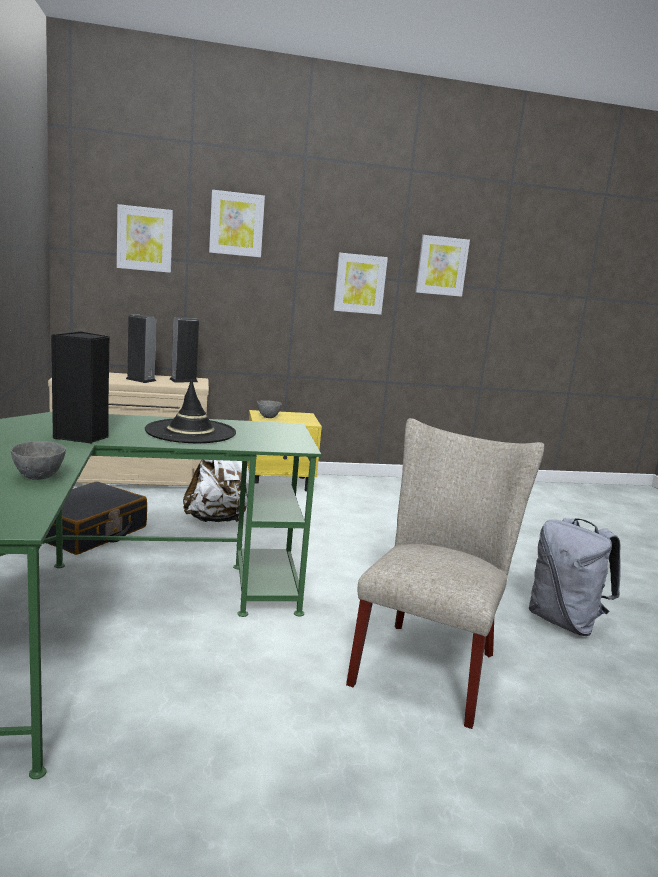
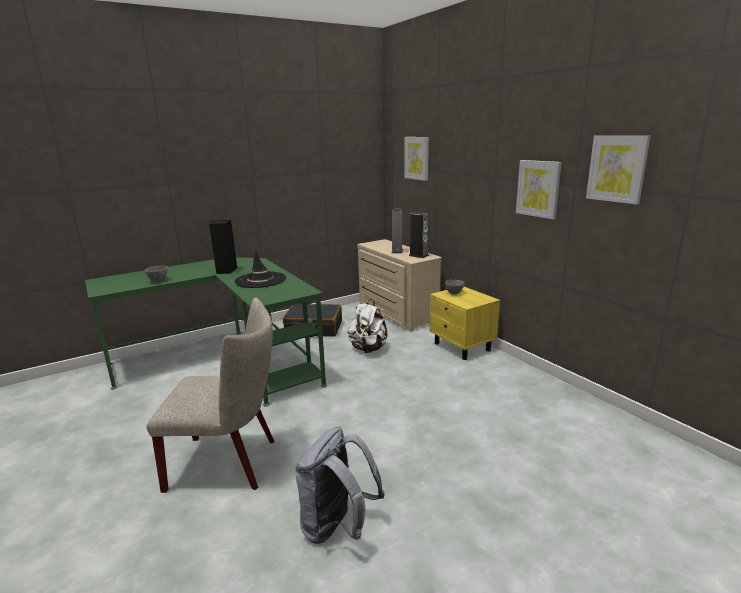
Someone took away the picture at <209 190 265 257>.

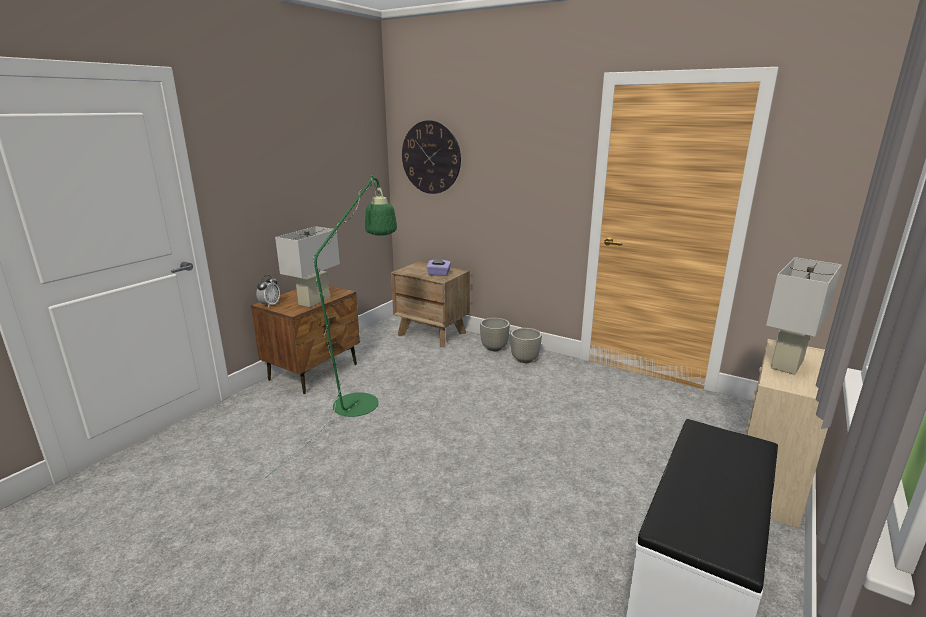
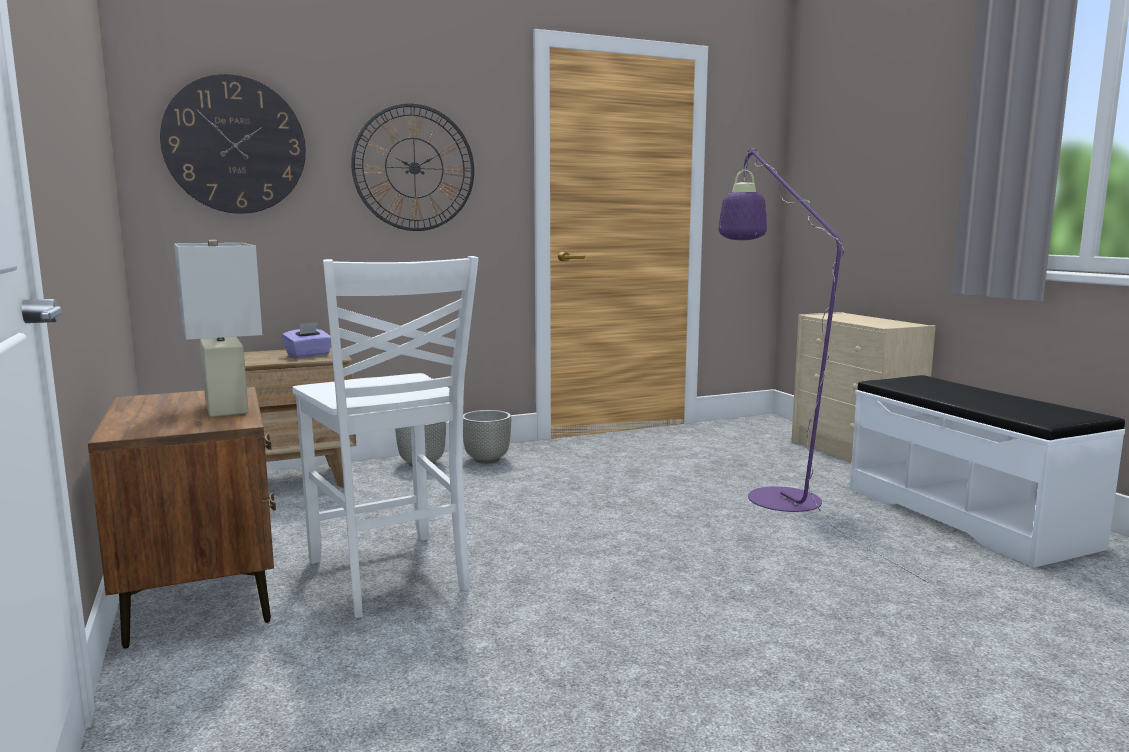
Someone took away the alarm_clock at <256 275 280 308>.
Someone swapped the green_floor_lamp at <264 175 397 479> for the white_chair at <292 256 479 618>.
Someone took away the white_table_lamp at <766 257 842 375>.
Someone put up the wall_clock at <351 103 474 231>.
Someone put down the purple_floor_lamp at <718 148 929 583>.

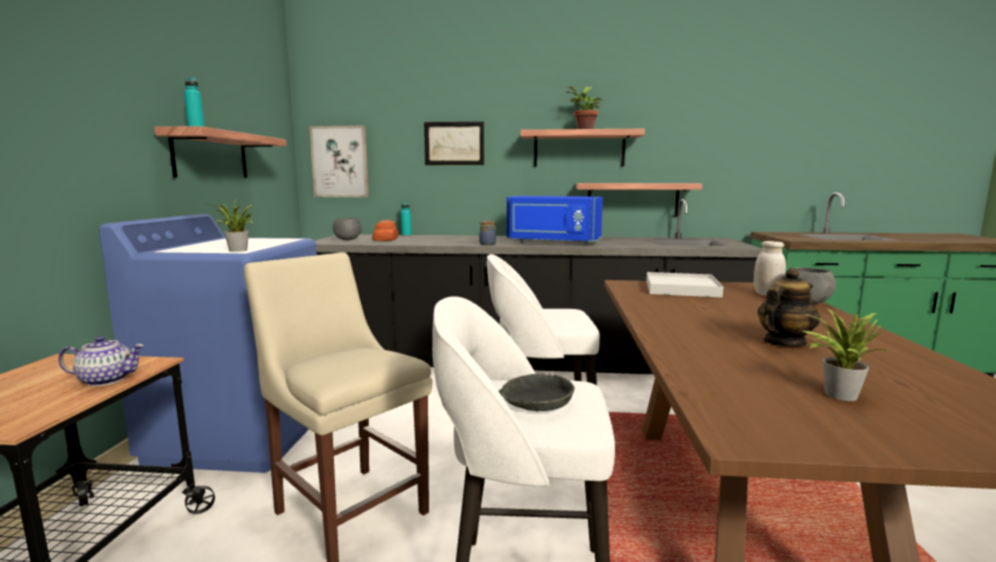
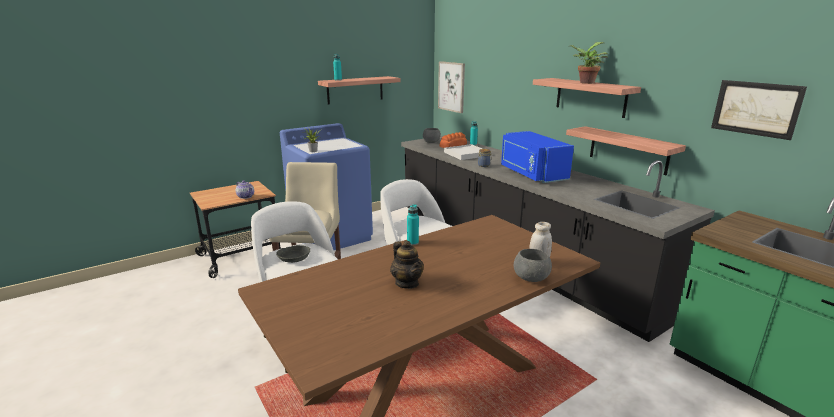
Someone carried the picture from <424 122 484 165> to <711 80 807 140>.
Someone carried the white_tray from <646 272 723 298> to <444 144 482 160>.
Someone rotated the teapot at <758 268 820 347> by 45 degrees clockwise.
Someone took away the potted_plant at <801 308 892 401>.
Someone put down the turquoise_bottle at <407 204 419 245>.

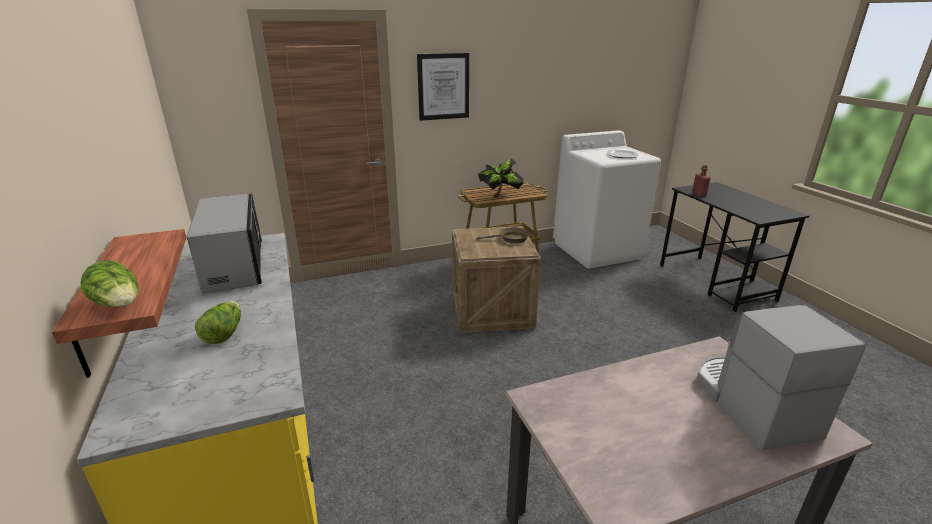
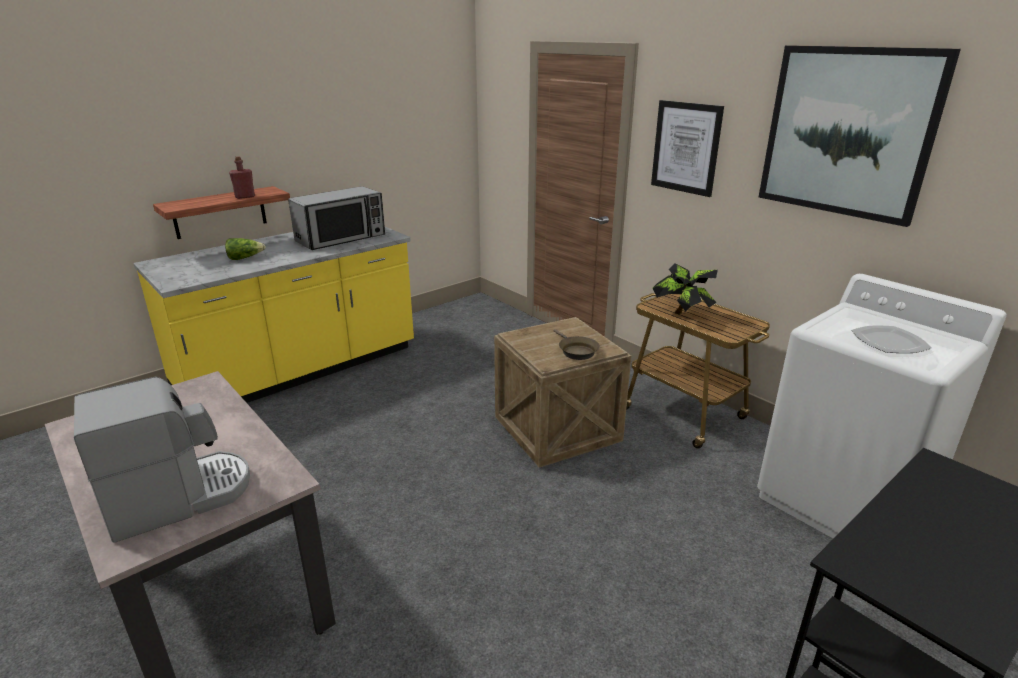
Someone took away the lettuce at <80 260 138 307>.
Someone carried the red_bottle from <692 165 711 197> to <229 156 255 199>.
Someone put up the picture at <759 45 961 227>.

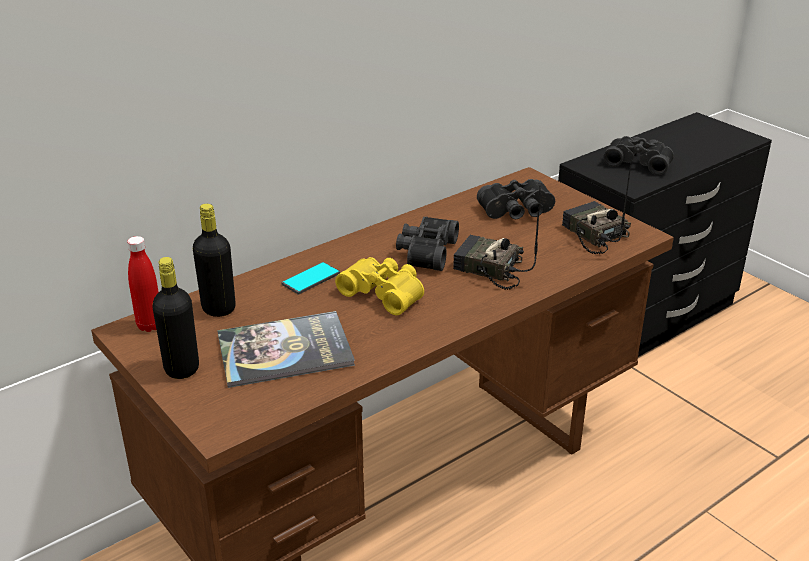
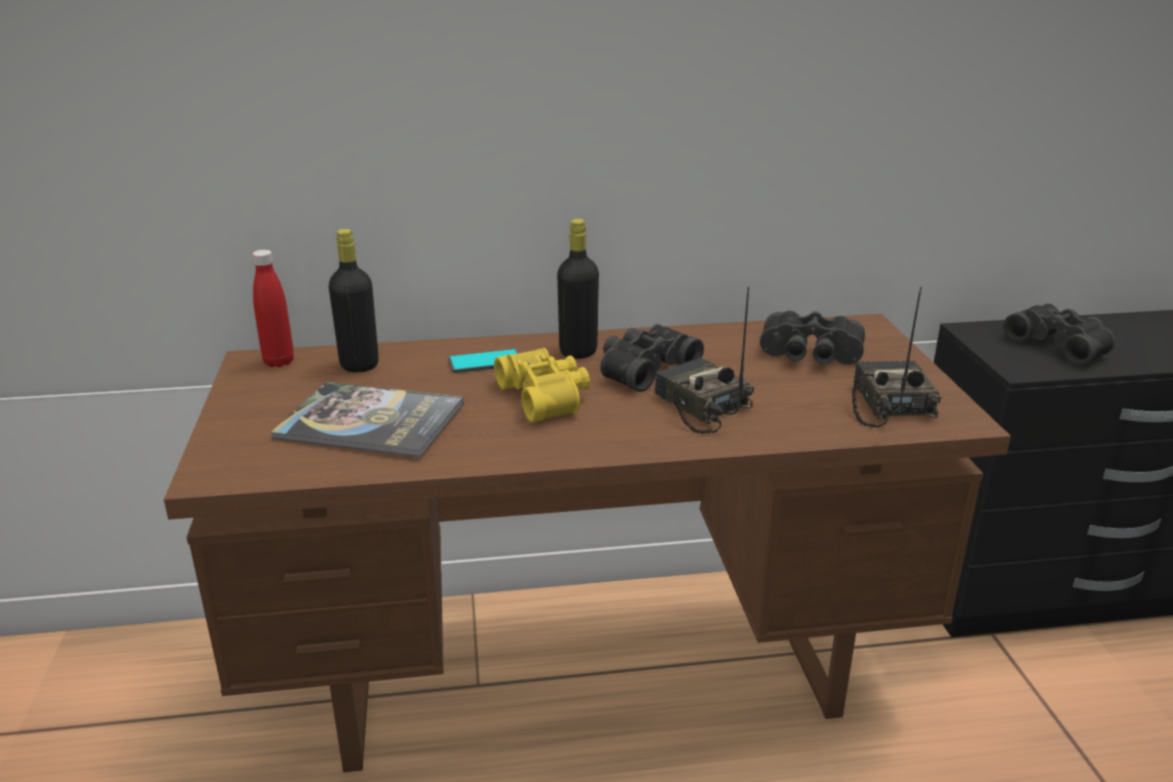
Someone carried the black_bottle from <152 257 199 379> to <557 219 599 359>.

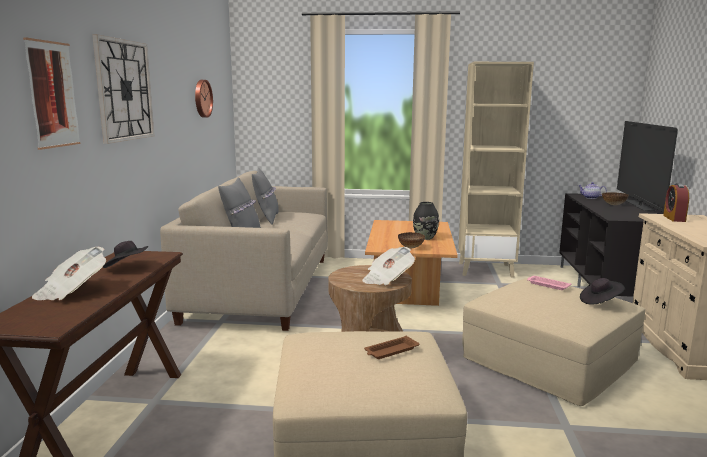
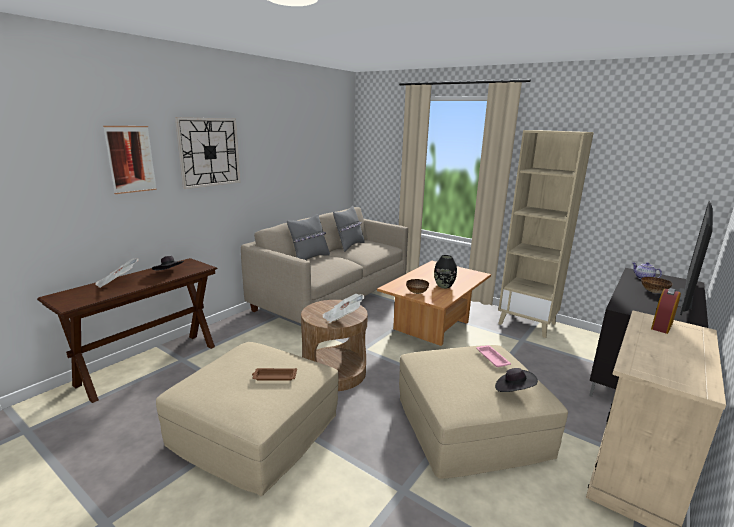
Someone took away the wall_clock at <195 80 213 118>.

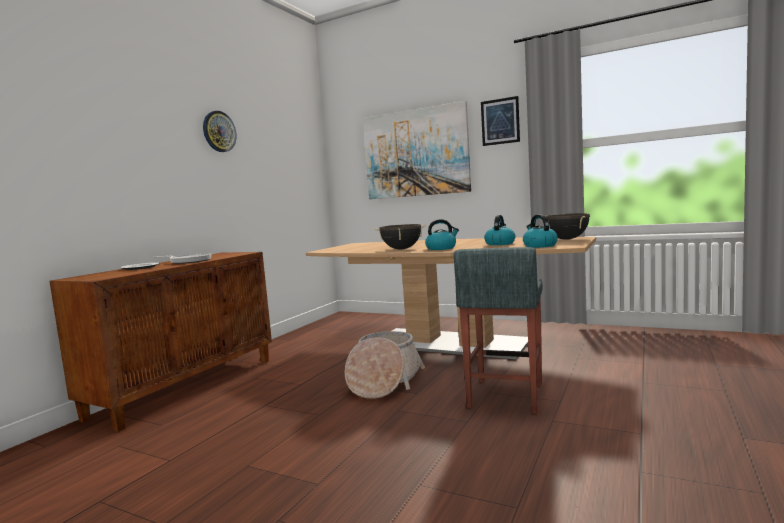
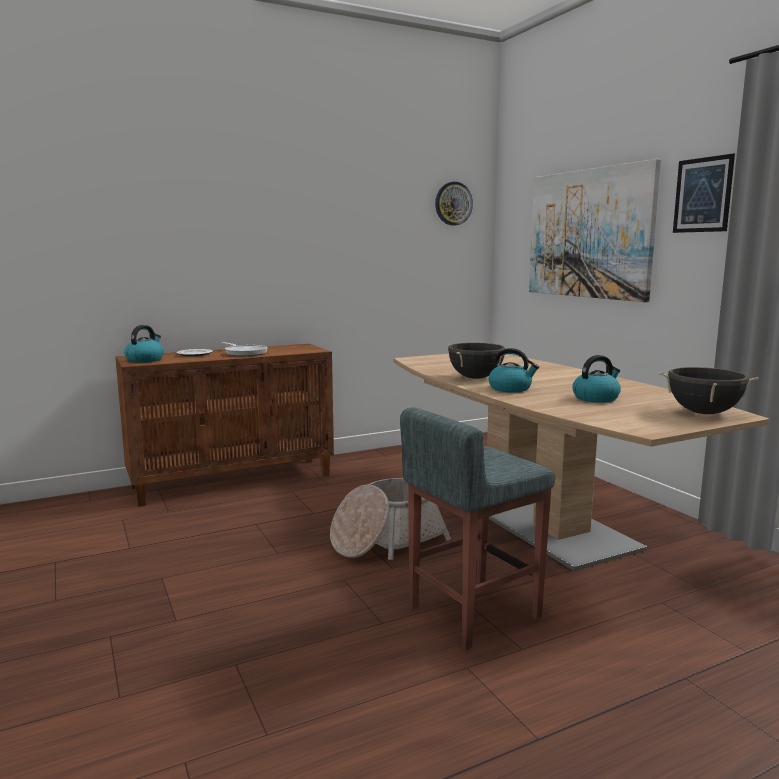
Someone carried the wall_clock from <203 111 237 152> to <435 182 473 226>.
Someone carried the kettle from <523 214 558 248> to <124 325 164 363>.

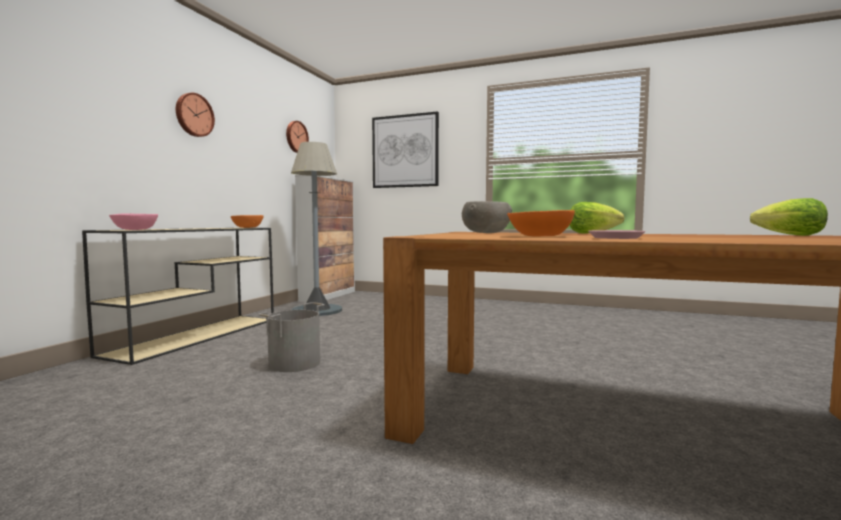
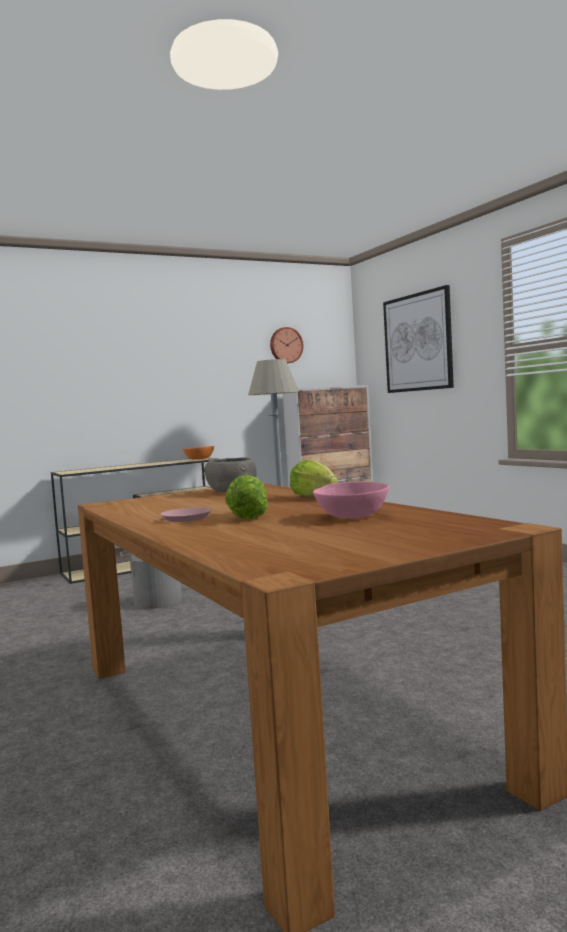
Someone carried the pink_bowl from <109 213 158 230> to <313 482 389 518>.
Someone took away the wall_clock at <176 93 215 137>.
Someone took away the orange_bowl at <507 210 575 237>.
Someone carried the lettuce from <750 198 828 236> to <225 475 268 519>.

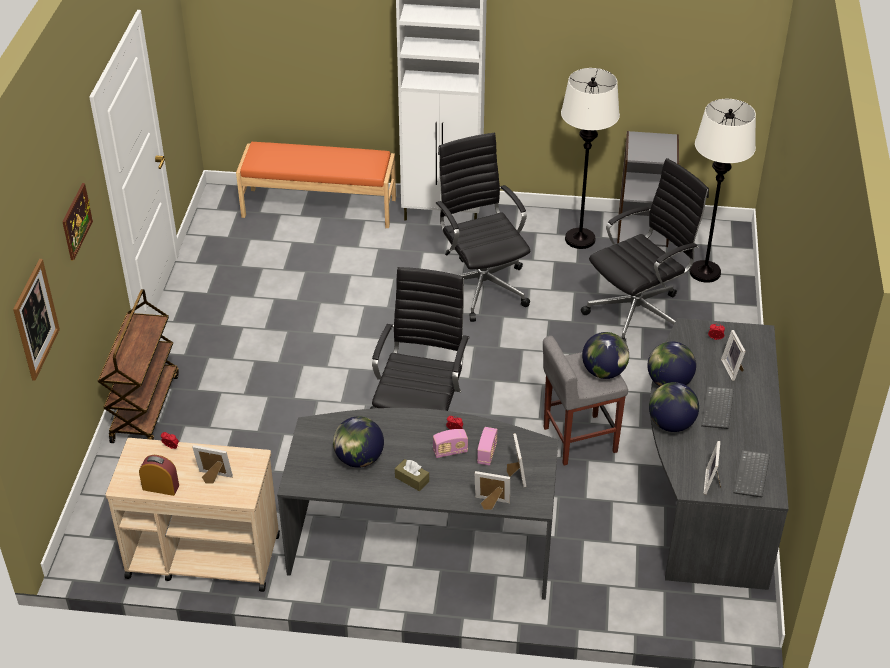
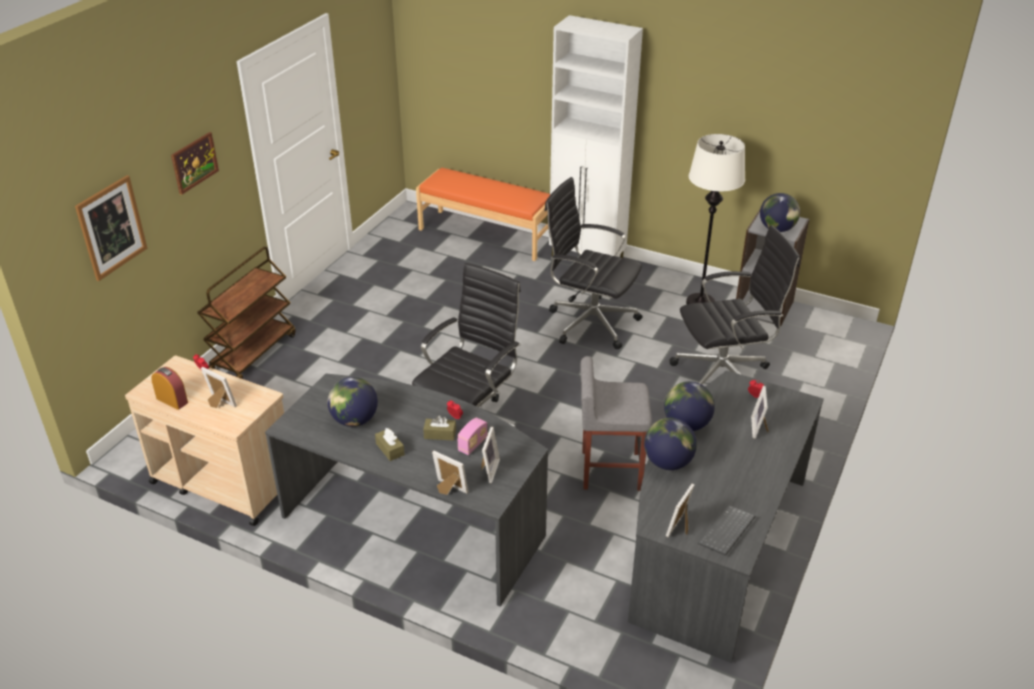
Someone swapped the radio at <433 429 468 458> for the brown_tissue_box at <423 416 456 441>.
Someone rotated the black_office_chair at <436 133 530 322> by 60 degrees counterclockwise.
Someone carried the globe from <582 332 629 379> to <760 193 800 232>.
Someone took away the white_floor_lamp at <689 99 756 283>.
Someone took away the keyboard at <701 386 734 429>.

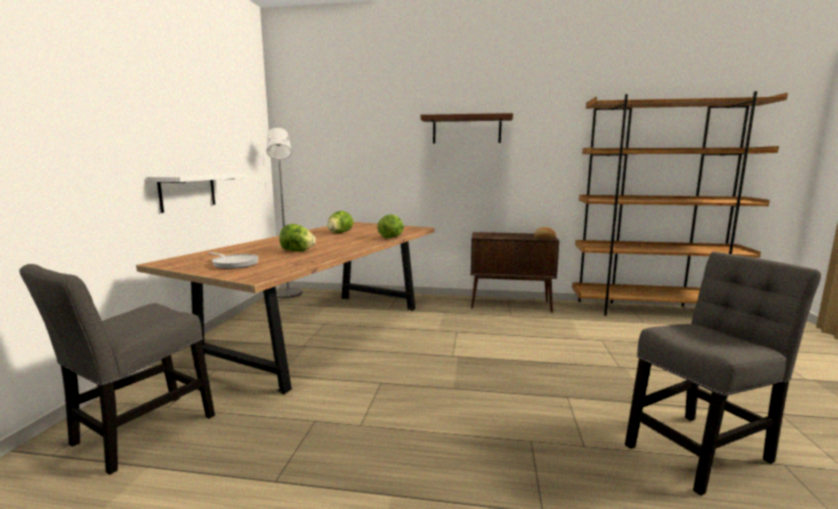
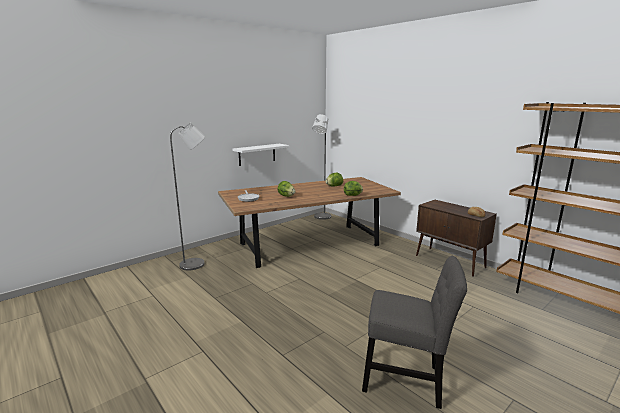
Someone swapped the grey_chair at <20 264 215 475> for the grey_floor_lamp at <170 123 205 270>.
Someone took away the brown_shelf at <421 113 513 143>.

